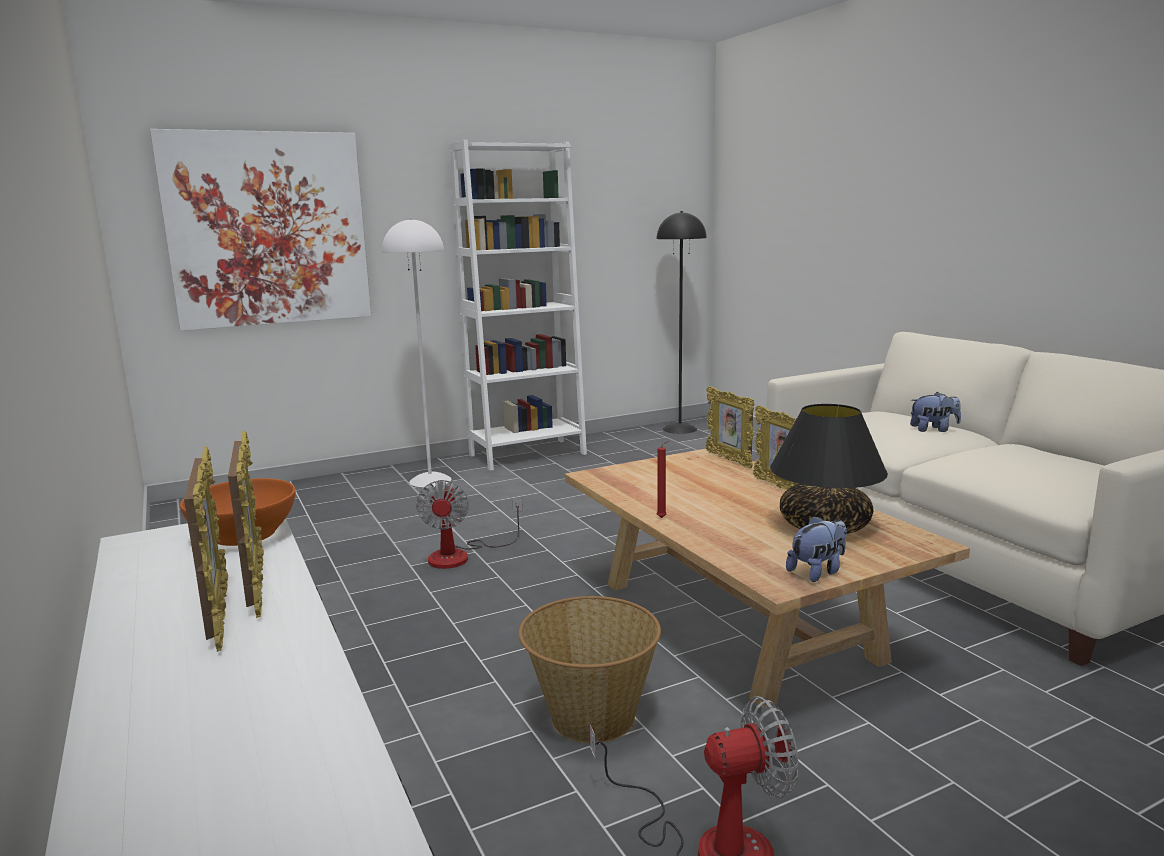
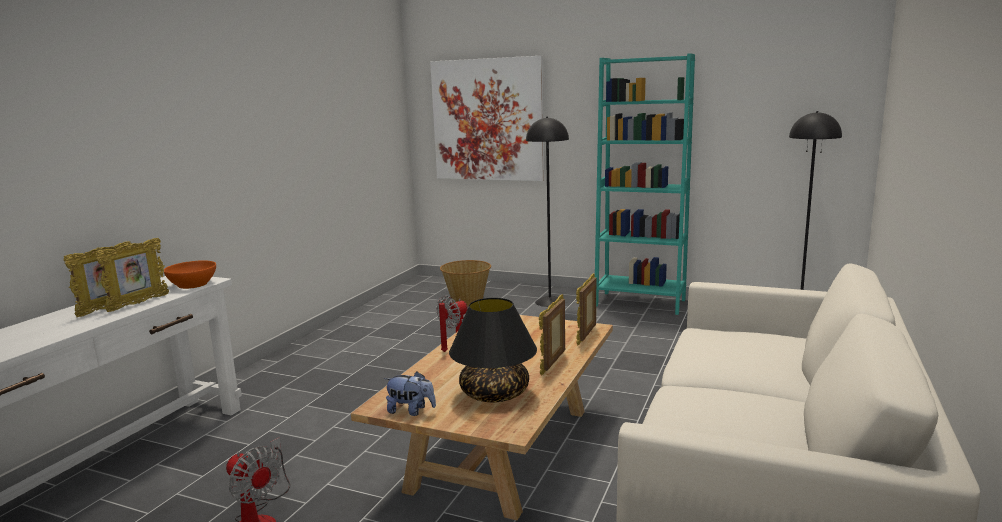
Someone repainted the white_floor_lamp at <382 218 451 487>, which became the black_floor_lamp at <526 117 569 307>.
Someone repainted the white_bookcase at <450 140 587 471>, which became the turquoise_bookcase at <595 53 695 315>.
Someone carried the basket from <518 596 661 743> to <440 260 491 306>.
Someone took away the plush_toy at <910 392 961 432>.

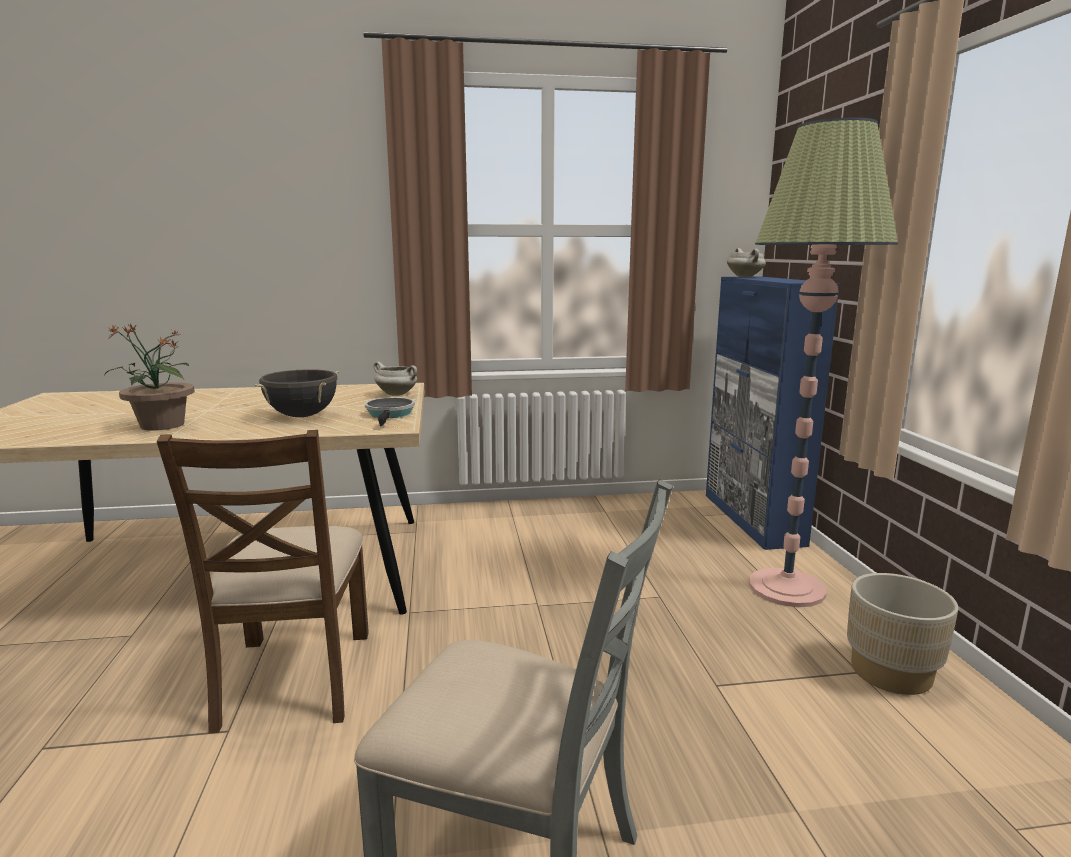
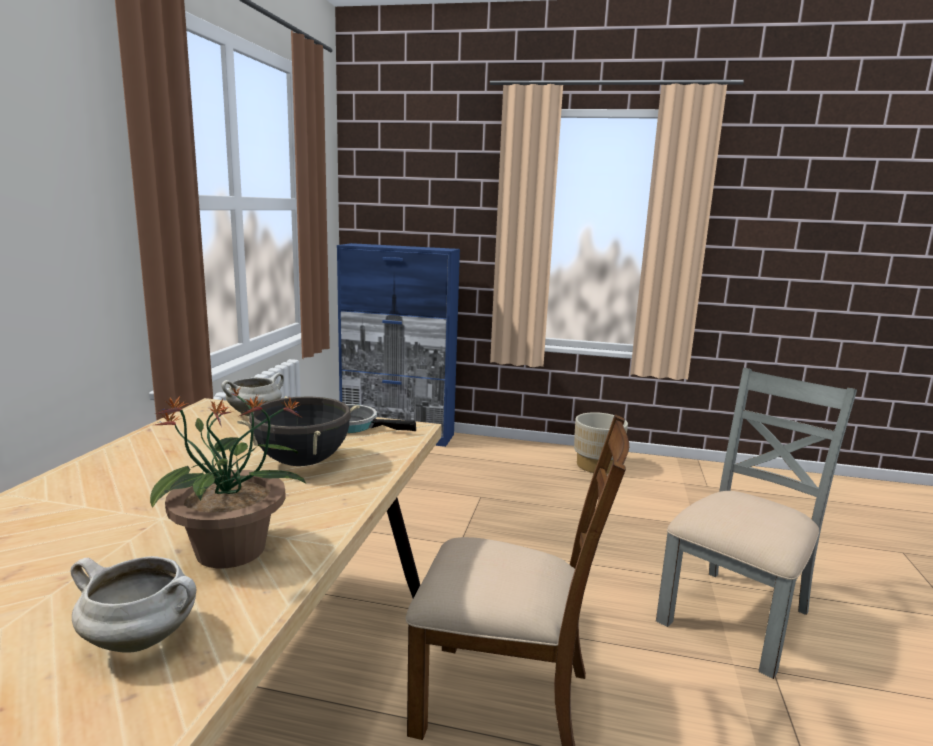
Someone carried the white_cooking_pot from <727 248 766 277> to <71 556 196 653>.
Someone took away the floor_lamp at <749 118 898 607>.

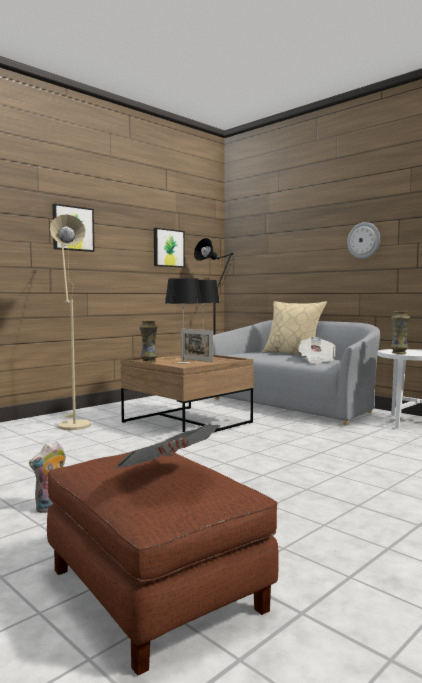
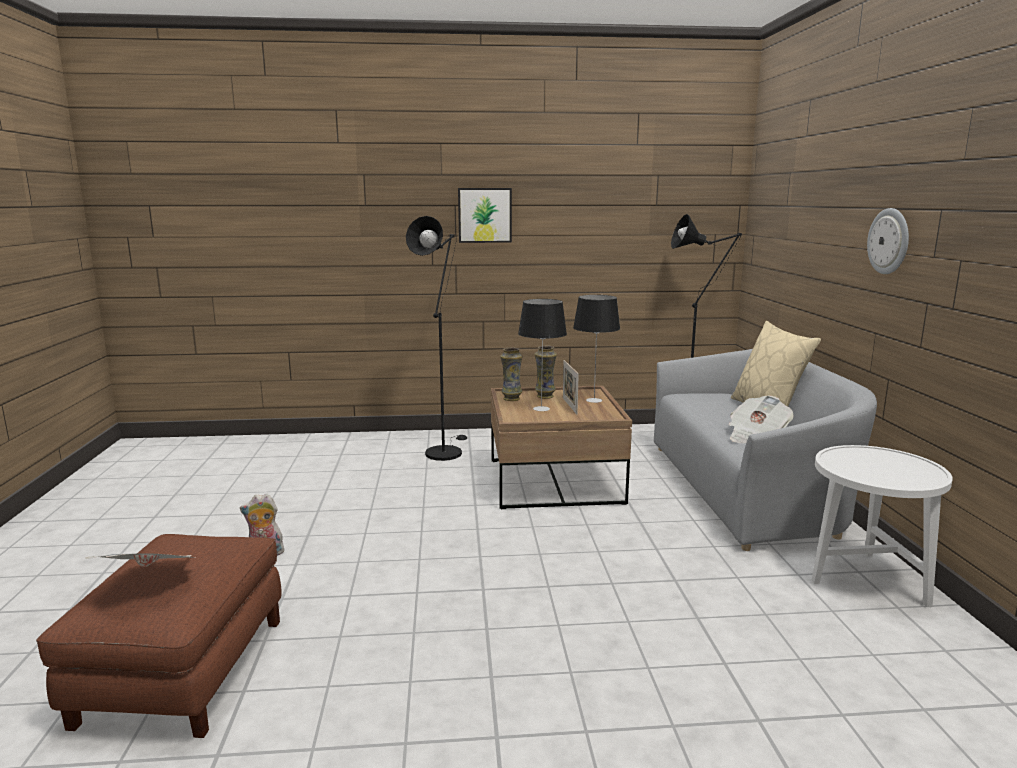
Someone repainted the beige_floor_lamp at <50 214 91 430>, which became the black_floor_lamp at <406 216 467 461>.
Someone took away the picture at <154 228 185 268>.
Someone carried the vase from <390 311 410 354> to <535 345 557 399>.

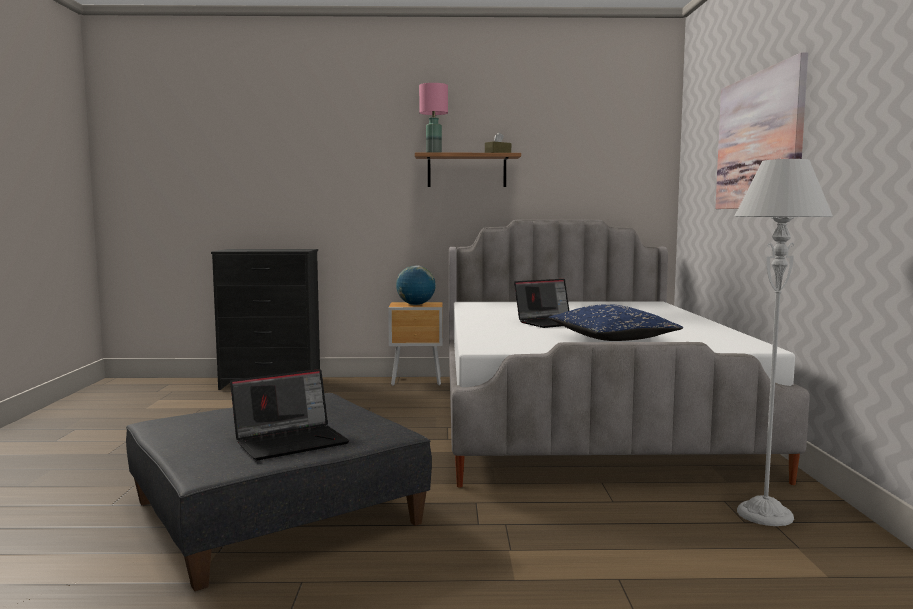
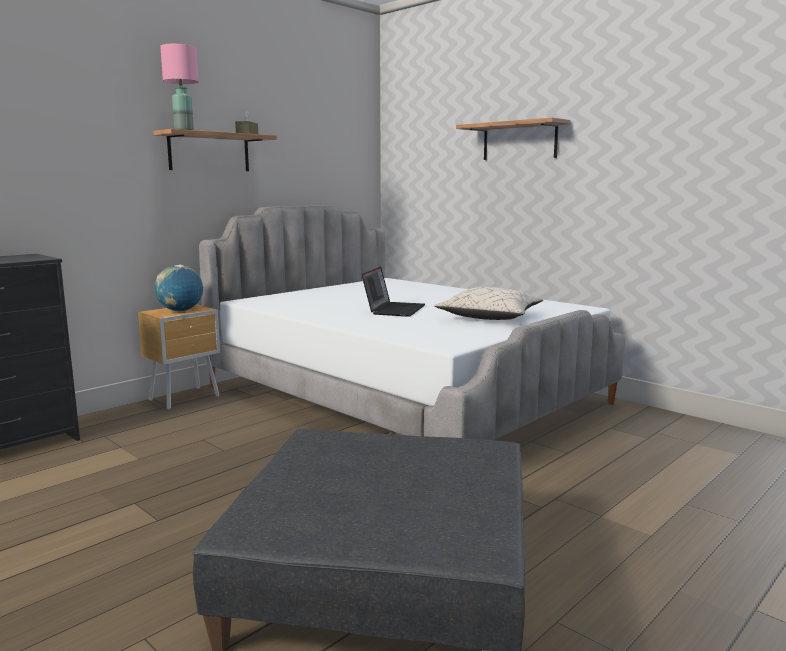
Someone took away the laptop at <230 369 350 460>.
Someone repainted the blue_pillow at <549 304 683 341>, which became the beige_pillow at <434 287 543 320>.
Someone swapped the picture at <715 52 808 209> for the shelf at <456 117 571 160>.
Someone took away the grey_floor_lamp at <735 159 833 526>.

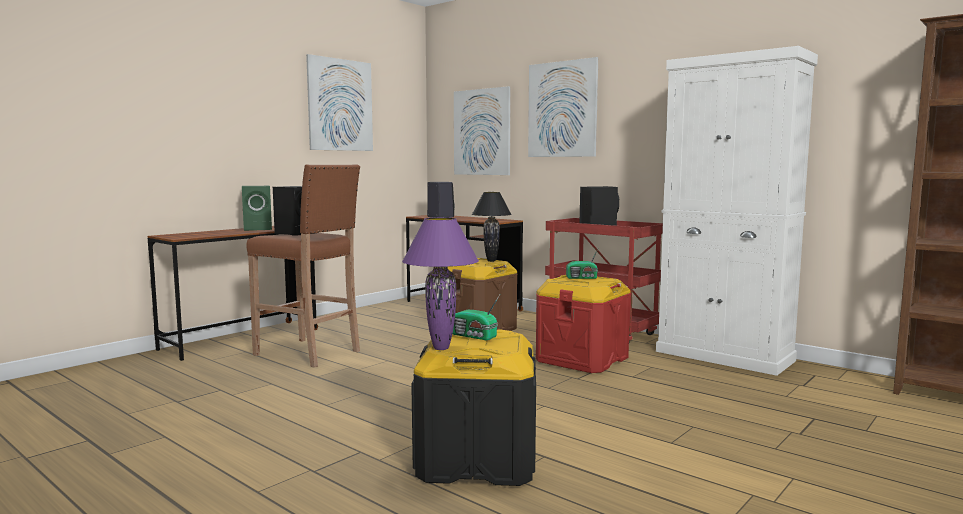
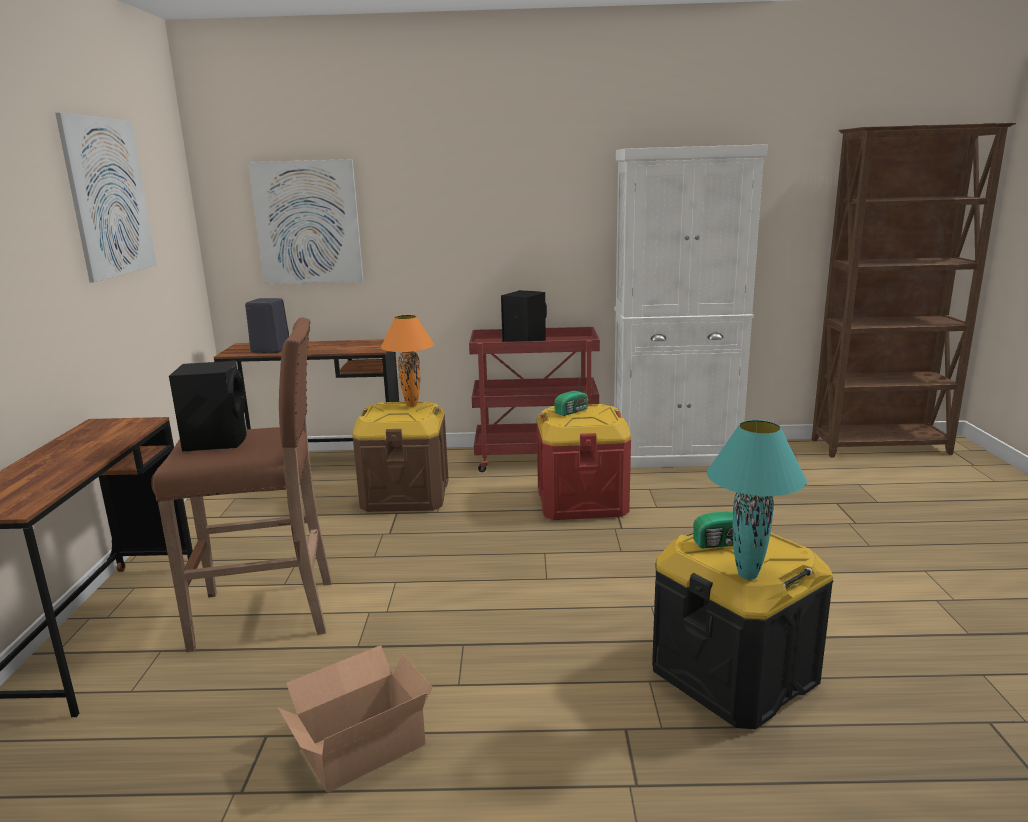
Someone took away the green_speaker at <242 186 272 231>.
Someone repainted the purple_table_lamp at <402 217 479 350>, which became the turquoise_table_lamp at <707 420 807 580>.
Someone repainted the black_table_lamp at <472 192 512 262>, which became the orange_table_lamp at <381 315 434 407>.
Someone took away the picture at <528 57 598 157>.
Someone put down the cardboard_box at <278 645 433 793>.

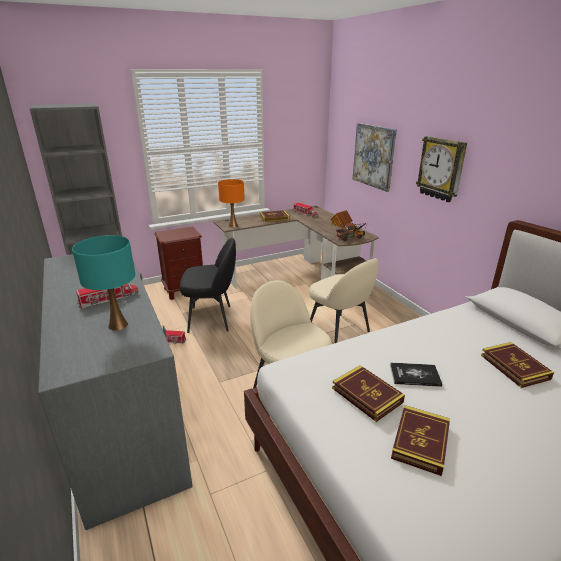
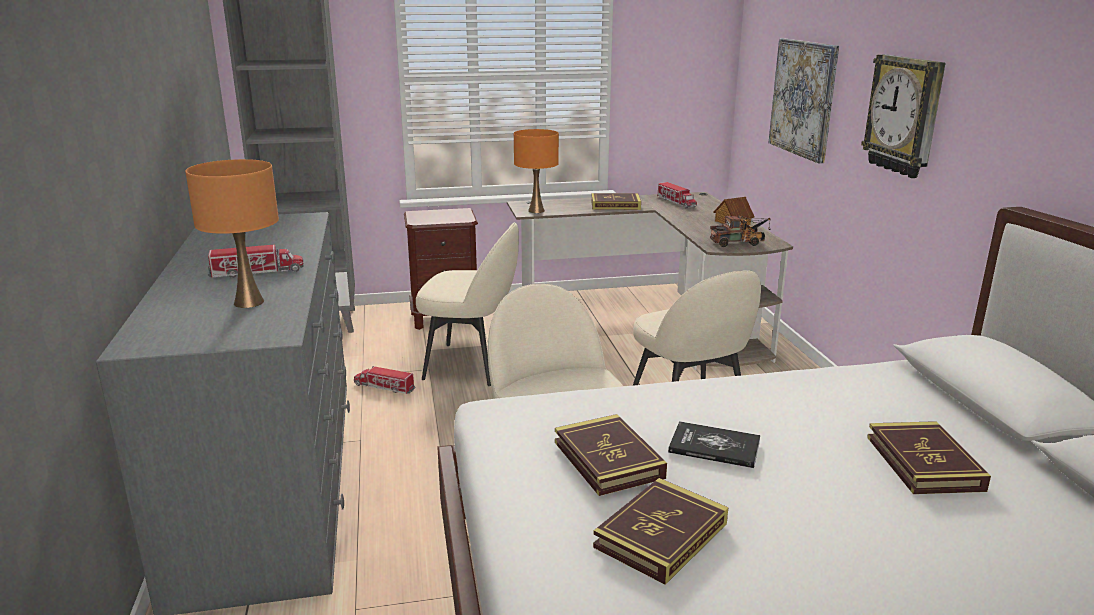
Someone repainted the turquoise_table_lamp at <72 235 135 331>, which became the orange_table_lamp at <185 159 279 308>.
Someone repainted the black_chair at <180 238 236 333>, which became the beige_chair at <416 222 519 386>.

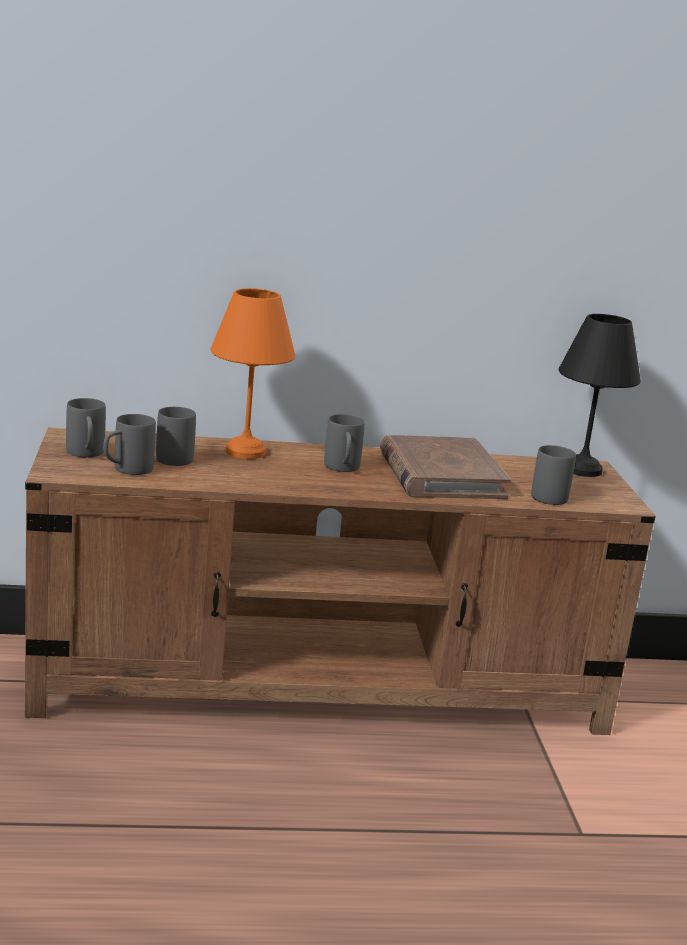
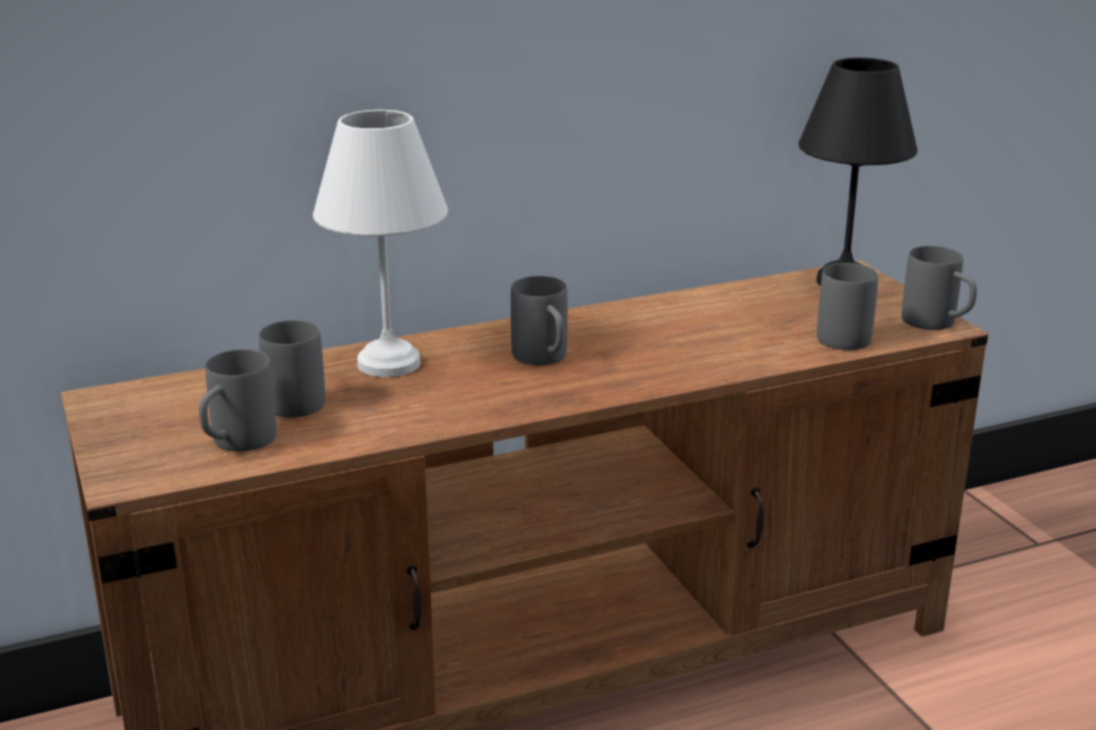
Someone carried the grey_mug from <66 398 106 457> to <902 246 977 330>.
Someone repainted the orange_table_lamp at <211 288 295 459>, which became the white_table_lamp at <313 110 448 377>.
Someone took away the brown_book at <380 435 511 499>.

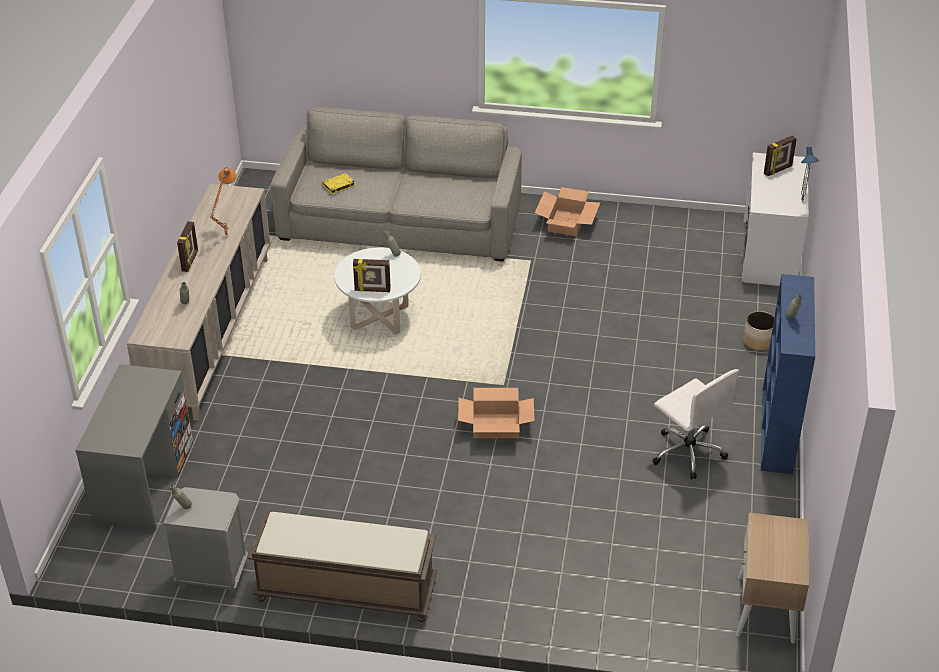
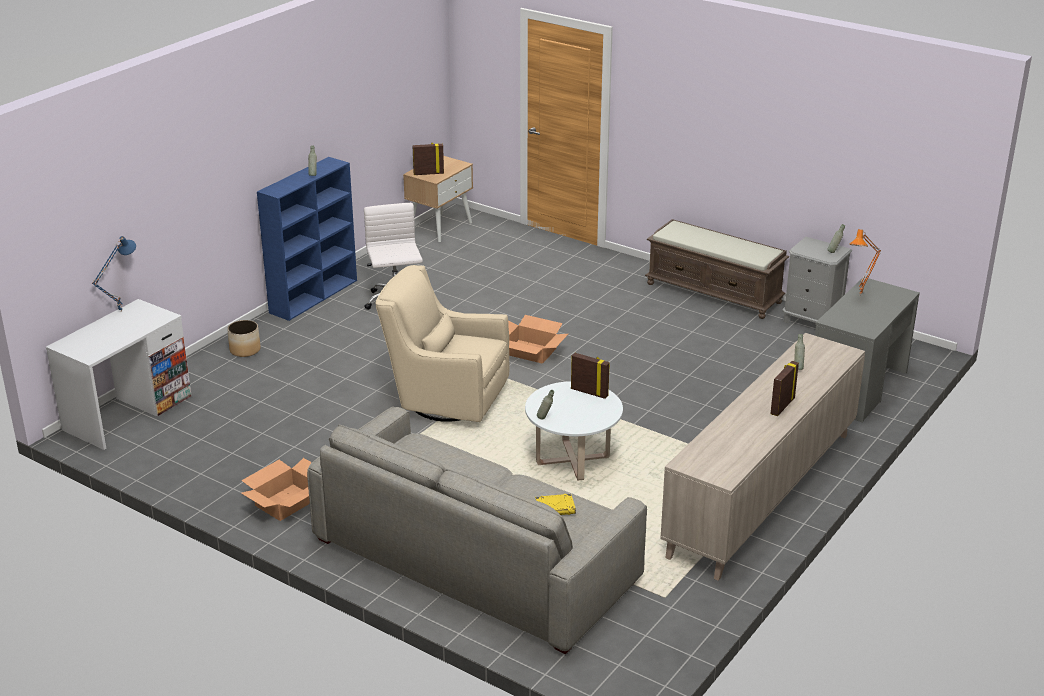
Someone carried the orange_table_lamp from <210 167 236 237> to <849 229 881 296>.
Someone carried the picture_frame from <764 135 797 176> to <412 143 444 175>.
Someone put down the beige_armchair at <375 265 509 422>.

